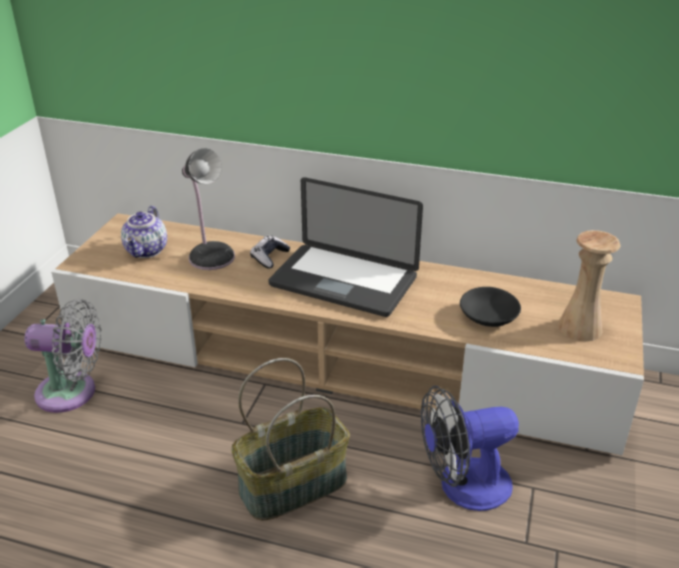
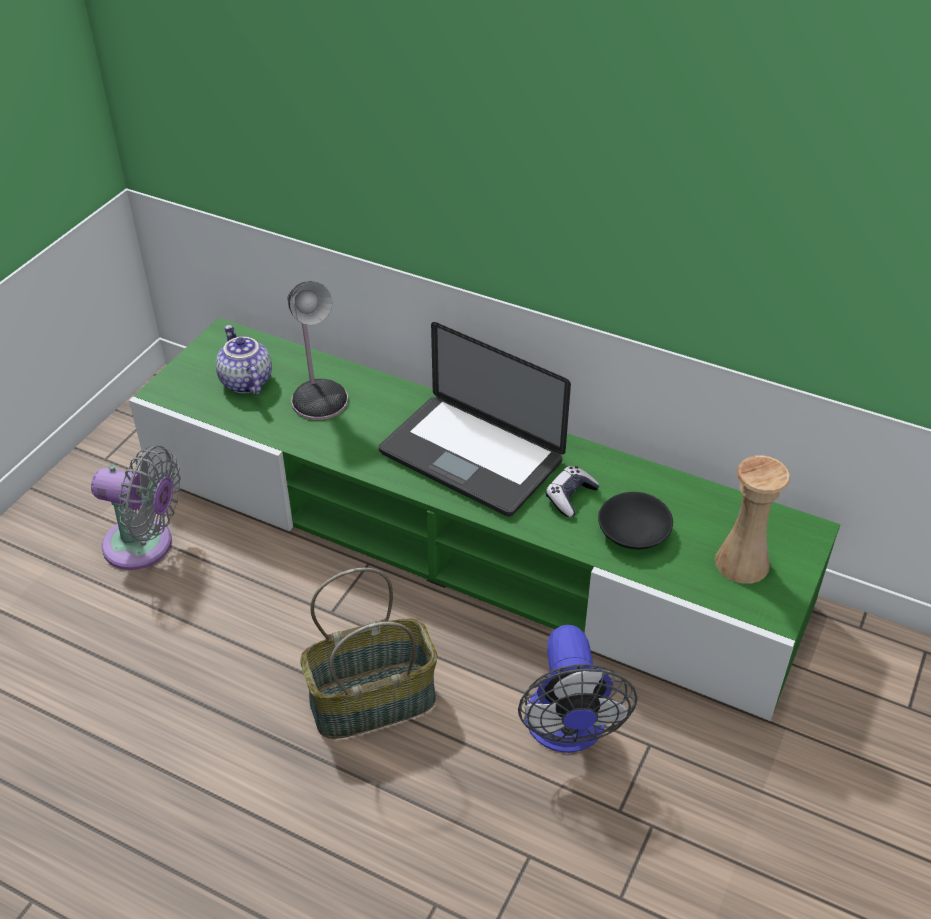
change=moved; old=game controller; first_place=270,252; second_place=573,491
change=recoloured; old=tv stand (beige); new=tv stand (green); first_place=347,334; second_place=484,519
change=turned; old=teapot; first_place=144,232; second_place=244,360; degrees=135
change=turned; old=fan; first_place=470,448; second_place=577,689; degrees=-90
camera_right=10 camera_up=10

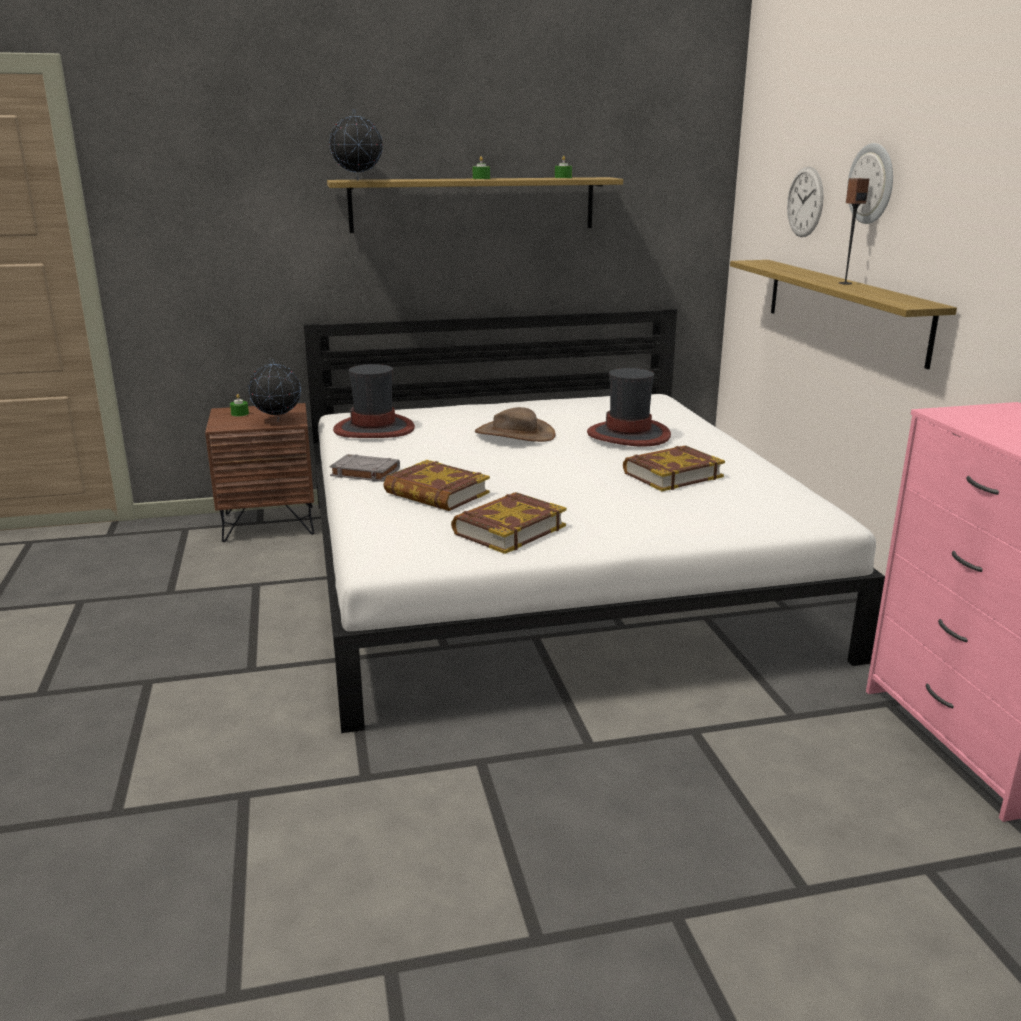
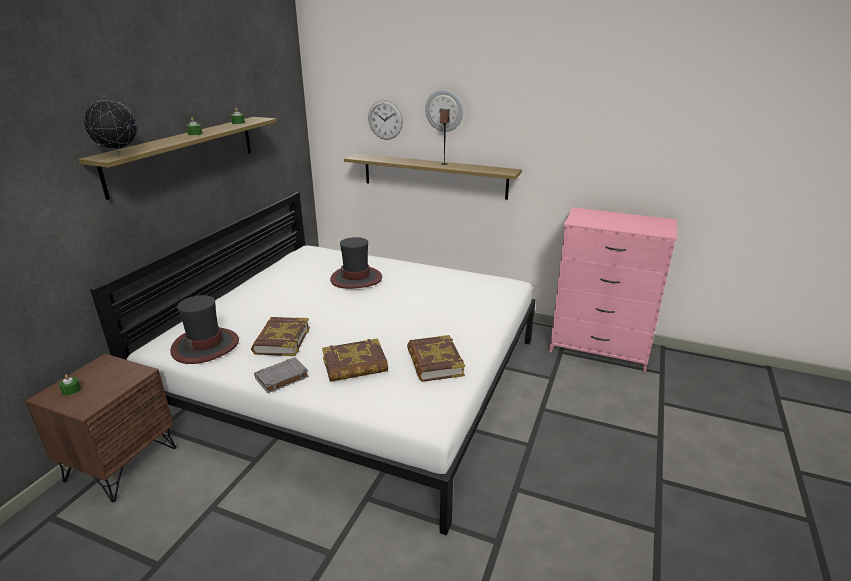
change=removed; old=globe; first_place=275,389
change=removed; old=hat (brown); first_place=515,424
change=moved; old=book; first_place=674,468; second_place=280,336
camera_right=-55 camera_up=5

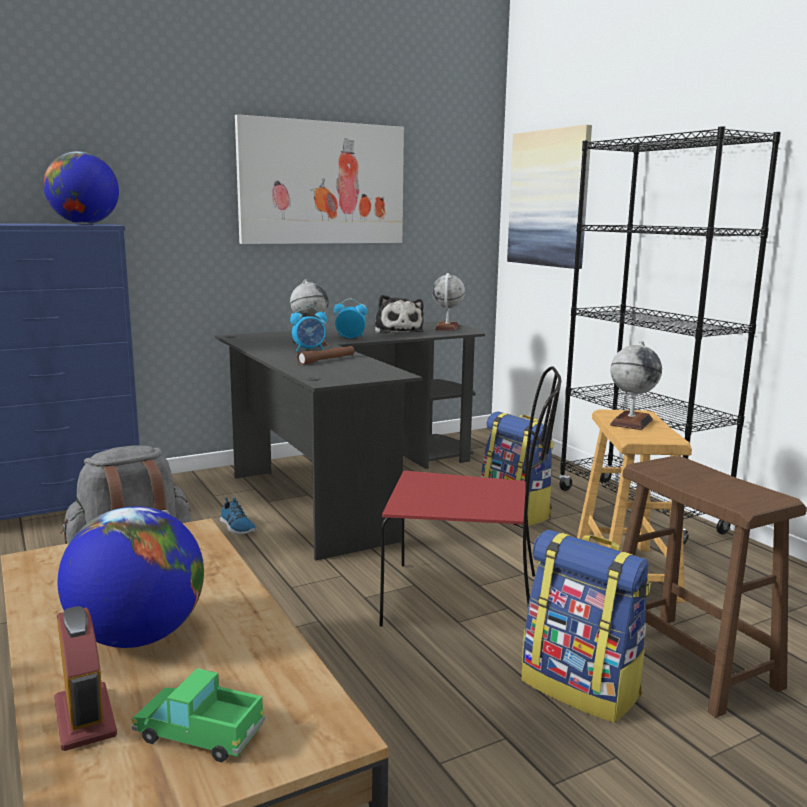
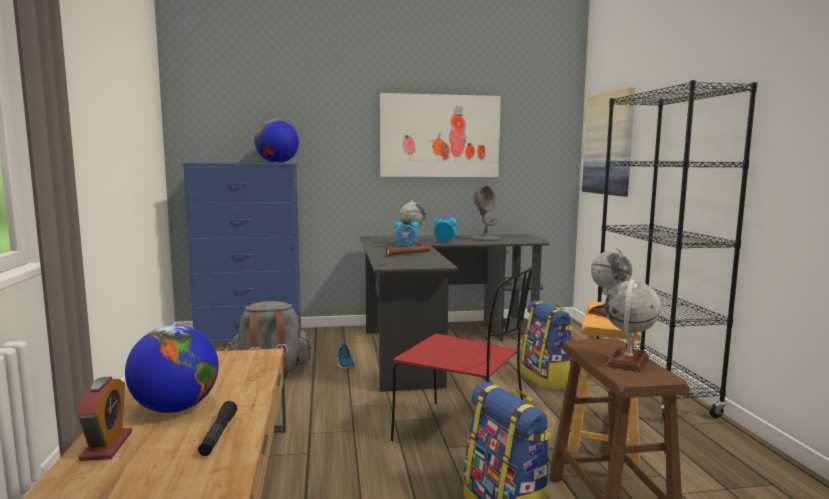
change=removed; old=toy truck; first_place=198,715
change=added; new=flashlight (black); second_place=217,428
change=moved; old=globe; first_place=448,302; second_place=633,326
change=replaced; old=plush toy; new=table lamp (grey); first_place=399,314; second_place=485,213
camera_right=20 camera_up=-5

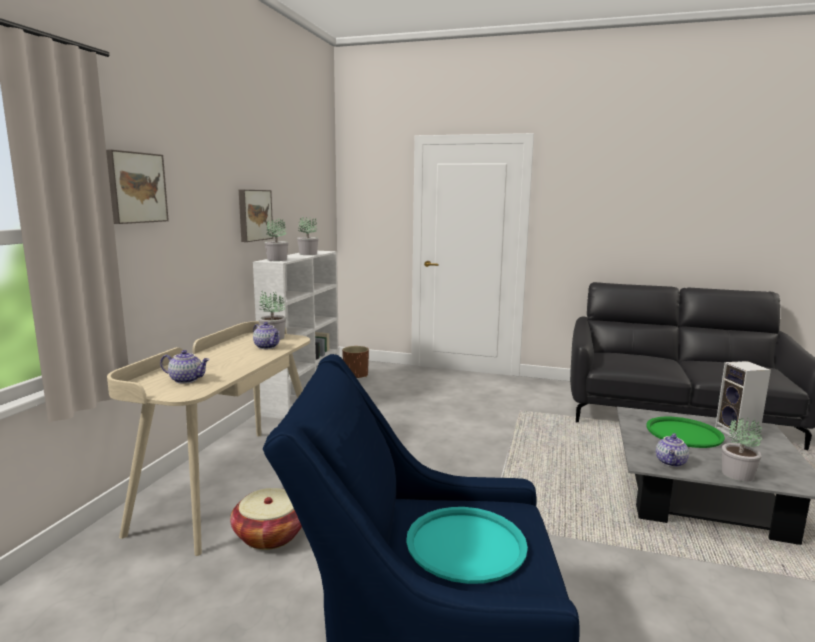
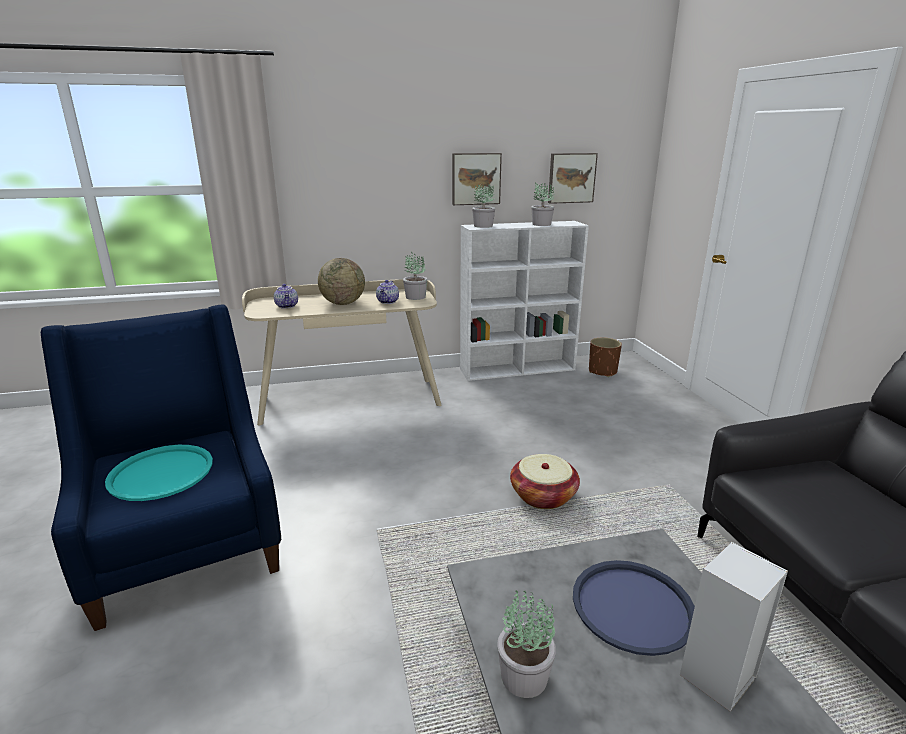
change=removed; old=teapot; first_place=672,450
change=added; new=globe; second_place=341,281
change=moved; old=picture; first_place=137,187; second_place=573,178
change=moved; old=basket; first_place=266,519; second_place=545,481
change=recoloured; old=tray (green); new=tray (blue); first_place=686,432; second_place=634,608
camera_right=60 camera_up=10

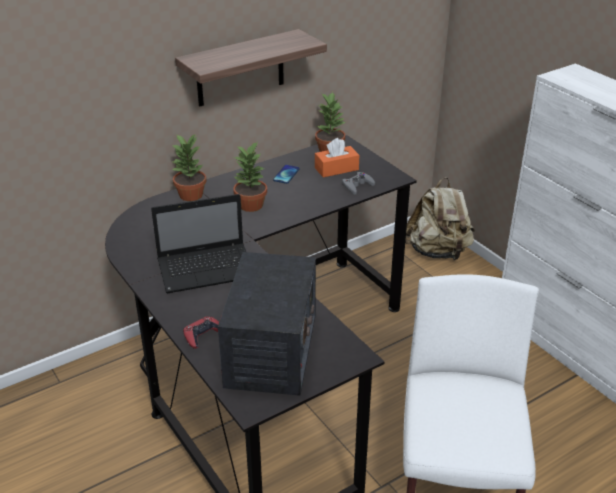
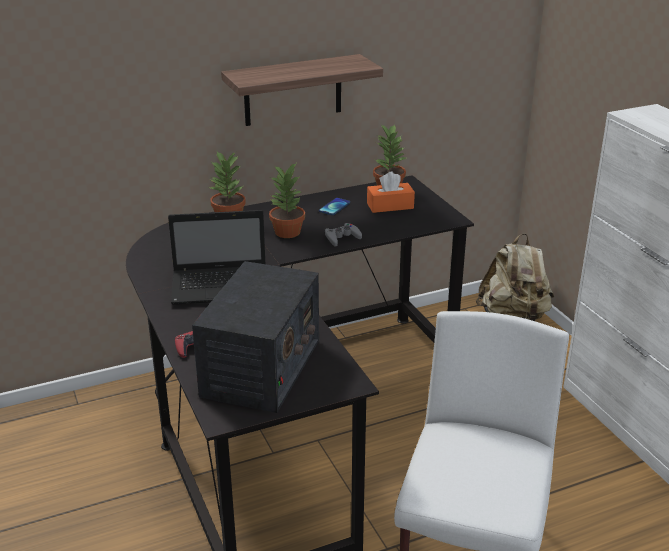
change=moved; old=game controller (grey); first_place=358,183; second_place=343,234
camera_right=10 camera_up=-5

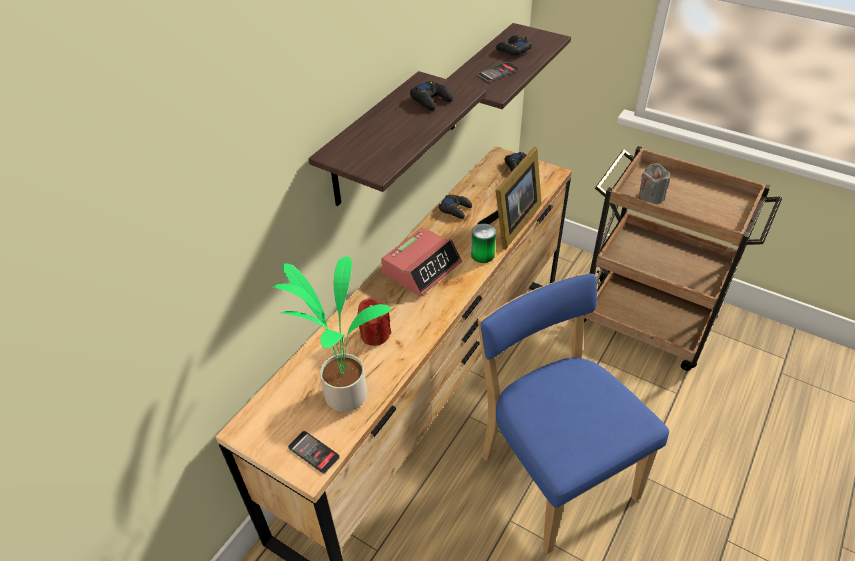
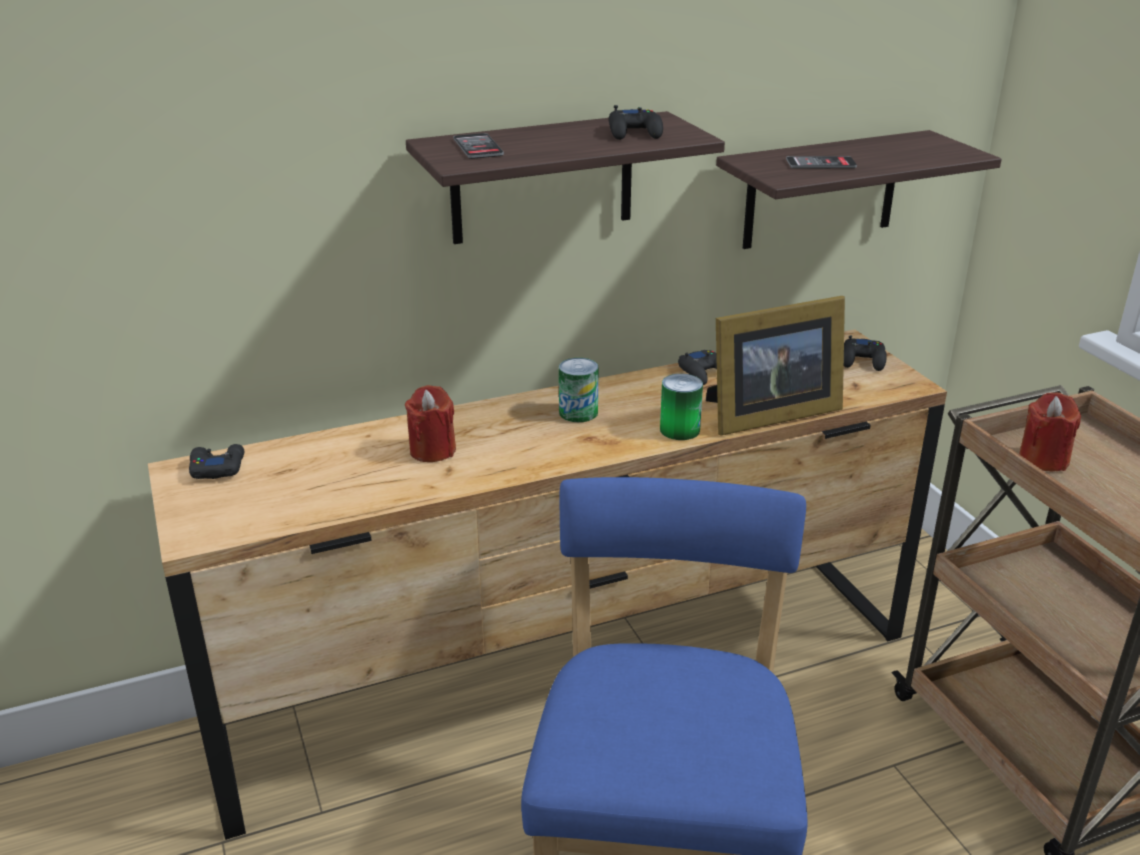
change=removed; old=potted plant; first_place=331,334
change=moved; old=phone; first_place=314,452; second_place=478,146
change=moved; old=game controller (black); first_place=514,45; second_place=216,461
change=replaced; old=alarm clock; new=can; first_place=421,261; second_place=579,390
change=recoloured; old=candle (grey); new=candle (red); first_place=654,184; second_place=1050,431
camera_right=35 camera_up=-15

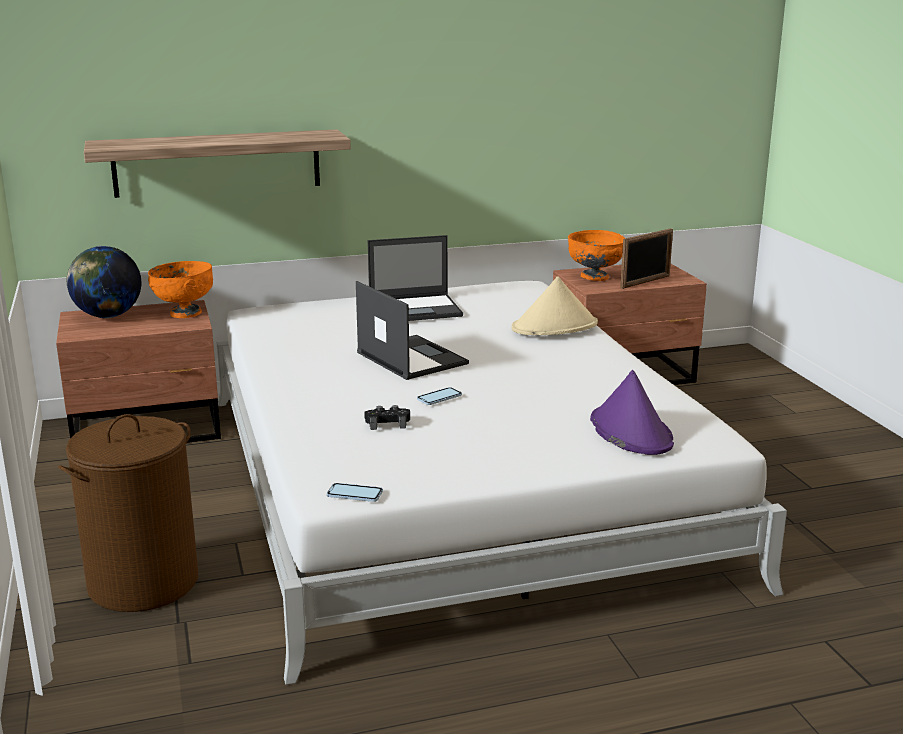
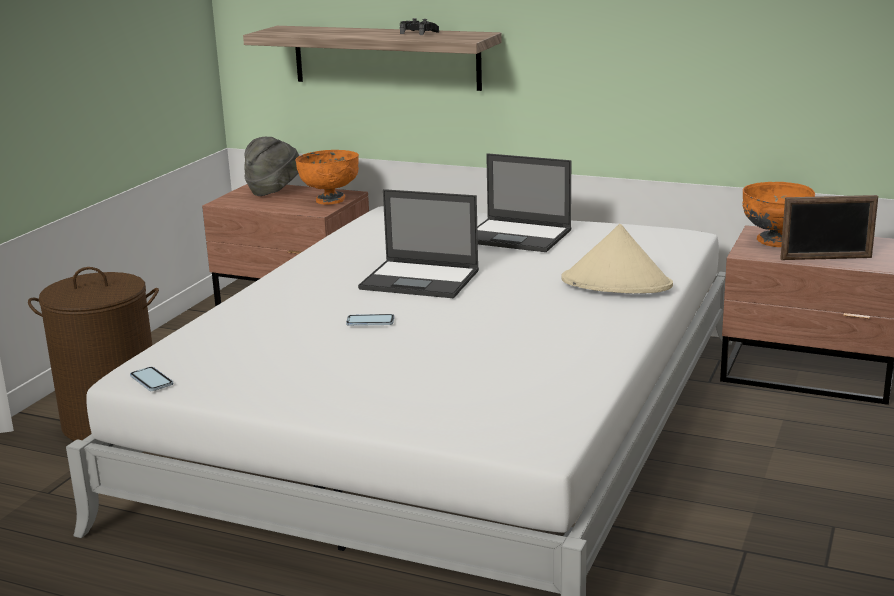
change=removed; old=hat (purple); first_place=632,412
change=moved; old=game controller (black); first_place=387,417; second_place=419,26
change=replaced; old=globe; new=hat (grey); first_place=103,282; second_place=271,166
change=turned; old=laptop; first_place=412,330; second_place=418,243; degrees=105
camera_right=40 camera_up=0

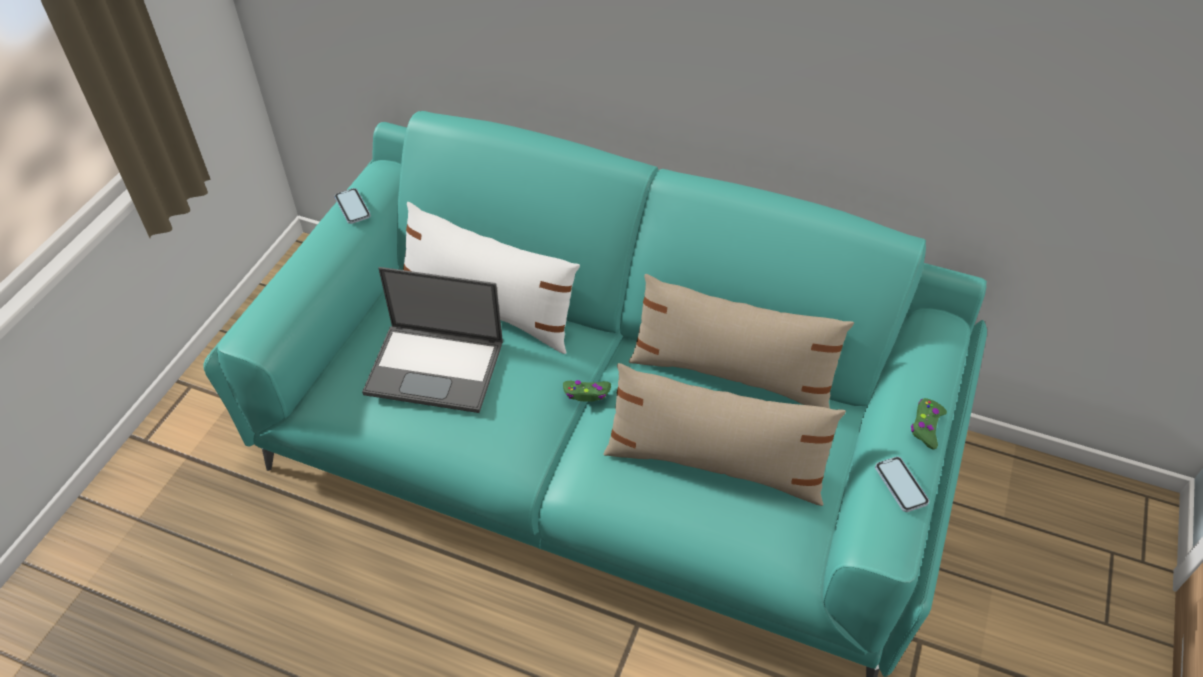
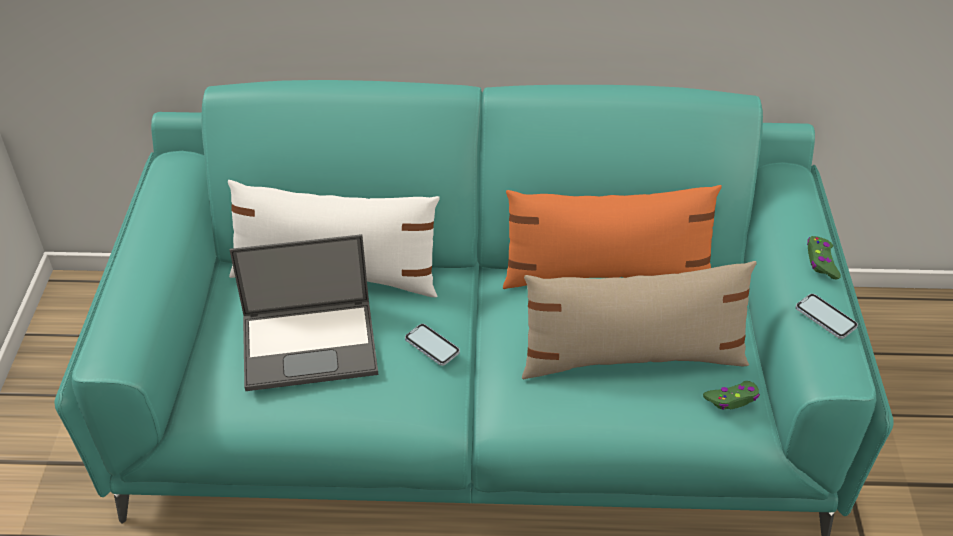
change=moved; old=phone; first_place=353,206; second_place=432,345
change=moved; old=game controller (green); first_place=587,391; second_place=731,395
change=recoloured; old=pillow (beige); new=pillow (orange); first_place=741,341; second_place=612,237
camera_right=-20 camera_up=-5

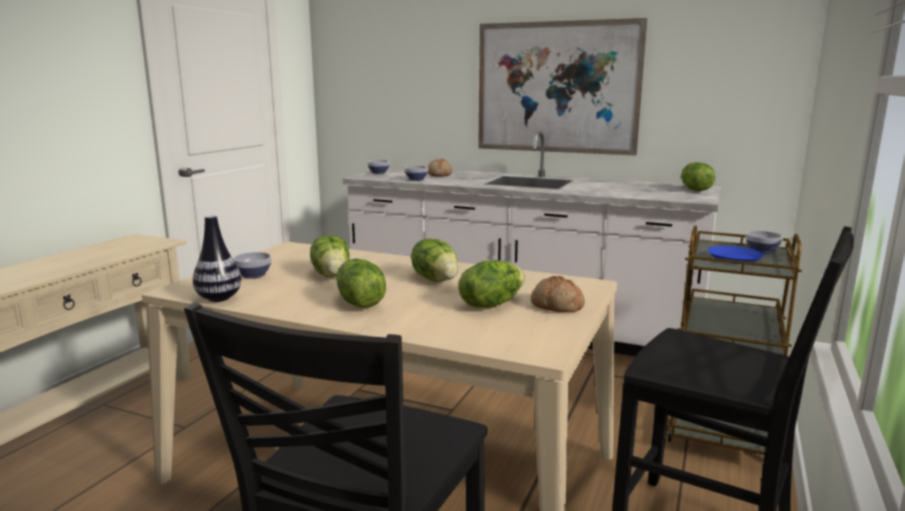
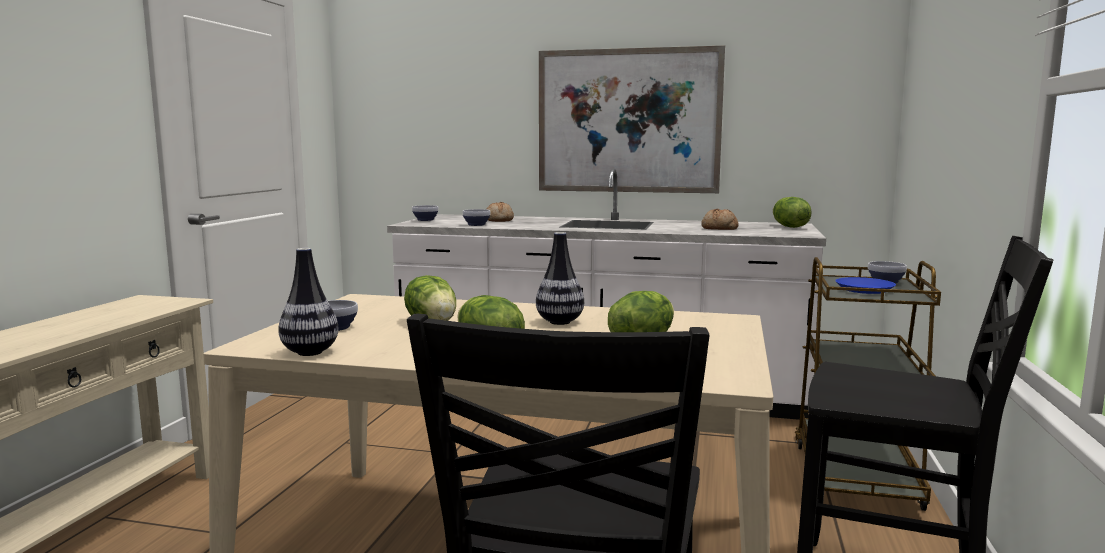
change=moved; old=bread; first_place=558,294; second_place=720,219
change=replaced; old=lettuce; new=vase; first_place=434,260; second_place=560,278
camera_right=-10 camera_up=-5

